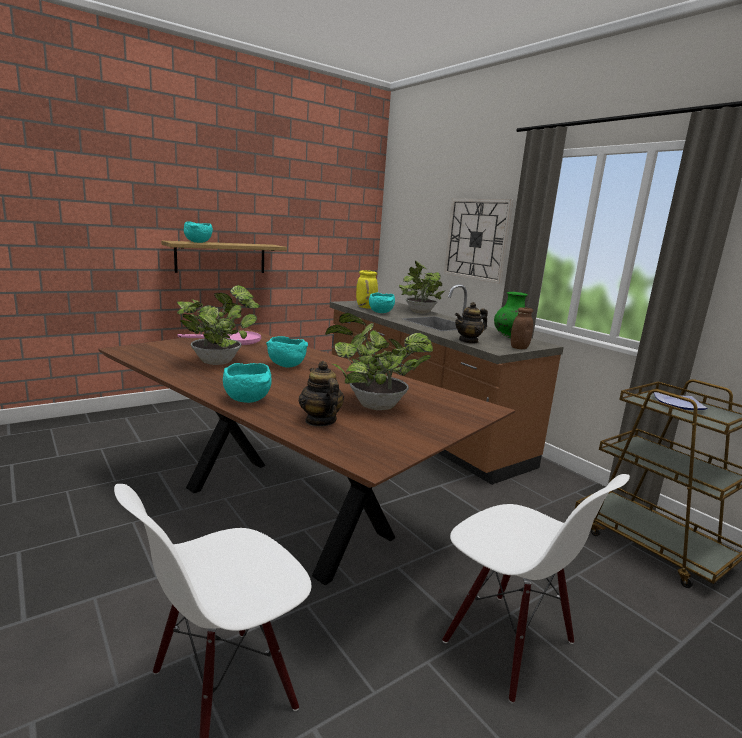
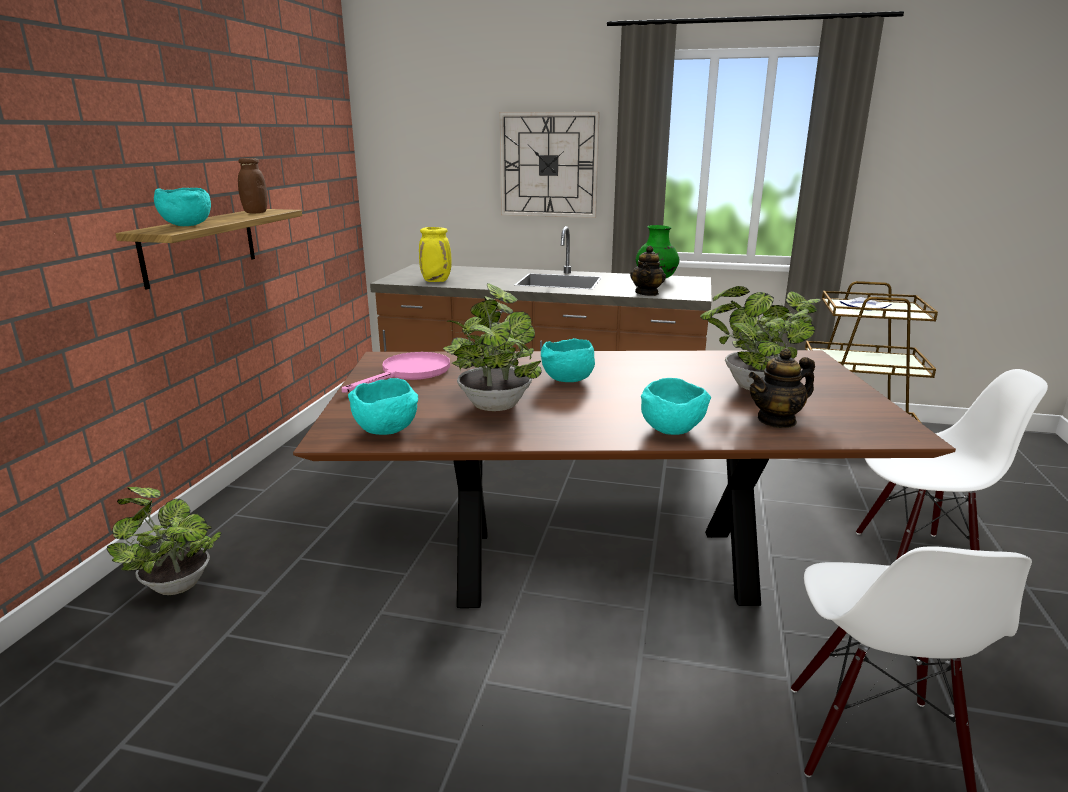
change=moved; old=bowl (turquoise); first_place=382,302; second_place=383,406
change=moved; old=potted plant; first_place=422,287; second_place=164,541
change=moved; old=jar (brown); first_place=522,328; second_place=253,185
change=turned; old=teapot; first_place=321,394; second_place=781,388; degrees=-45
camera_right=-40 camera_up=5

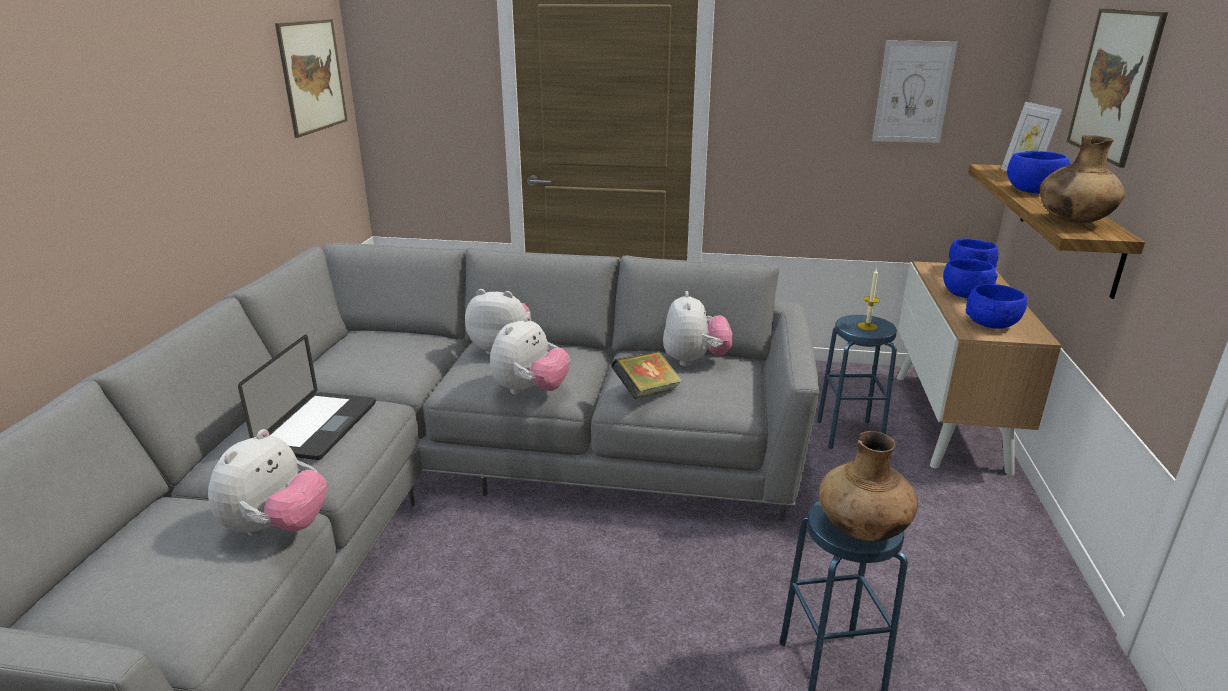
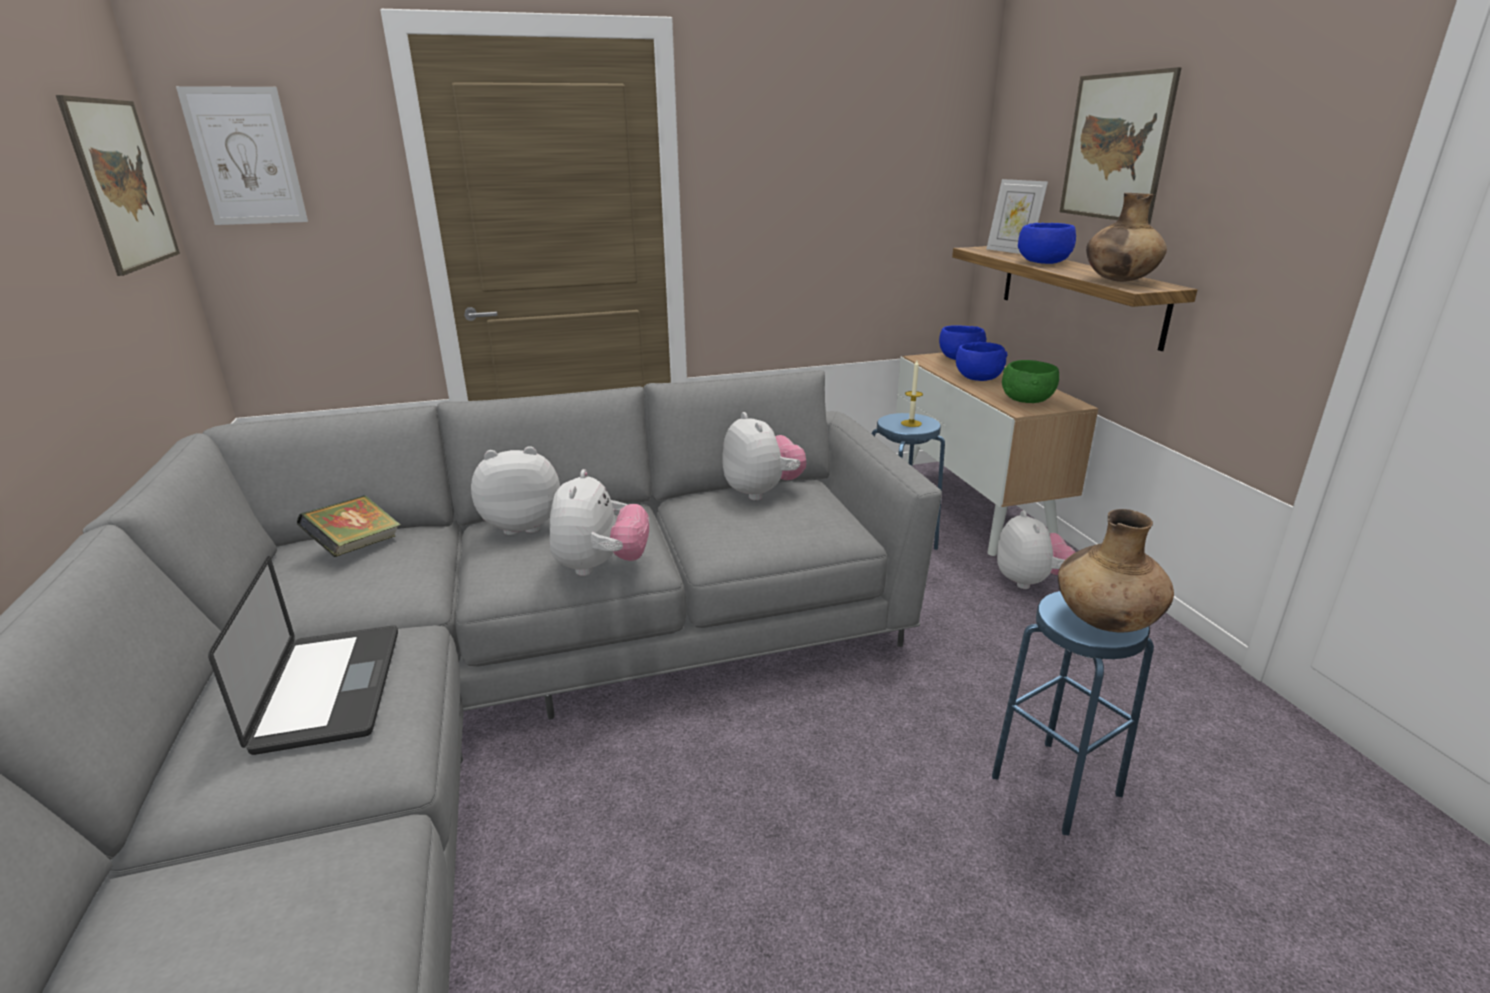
change=moved; old=plush toy; first_place=267,483; second_place=1036,549
change=moved; old=book; first_place=646,375; second_place=348,526
change=moved; old=picture; first_place=915,92; second_place=242,155
change=recoloured; old=bowl (blue); new=bowl (green); first_place=996,306; second_place=1030,381
camera_right=-25 camera_up=0

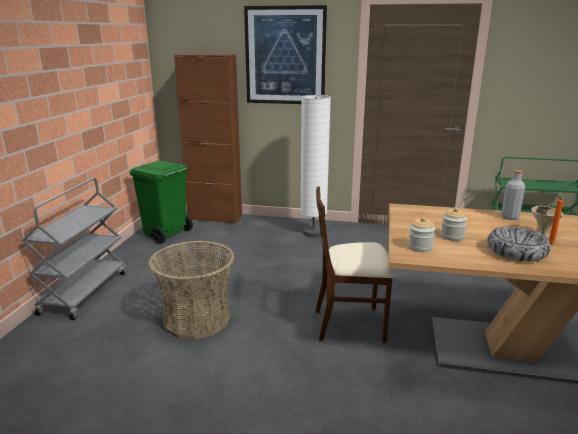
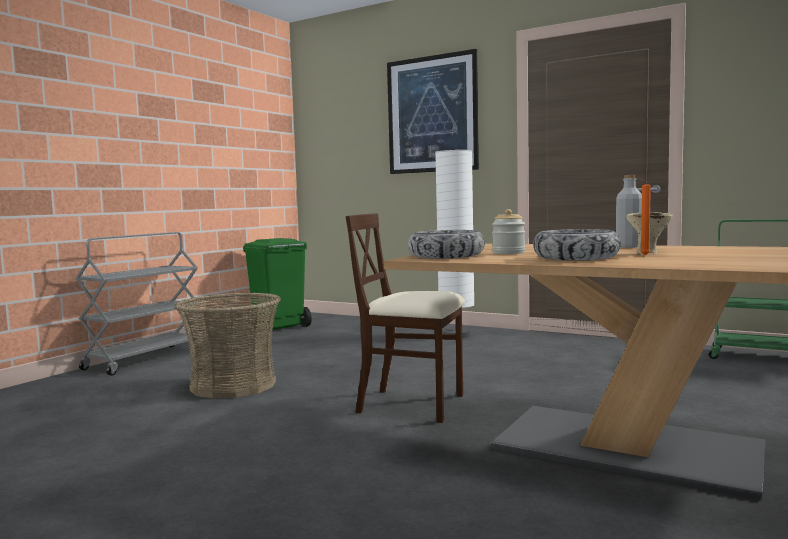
change=removed; old=cabinet (brown); first_place=208,139
change=replaced; old=jar; new=bowl; first_place=421,234; second_place=446,244
camera_right=20 camera_up=-15

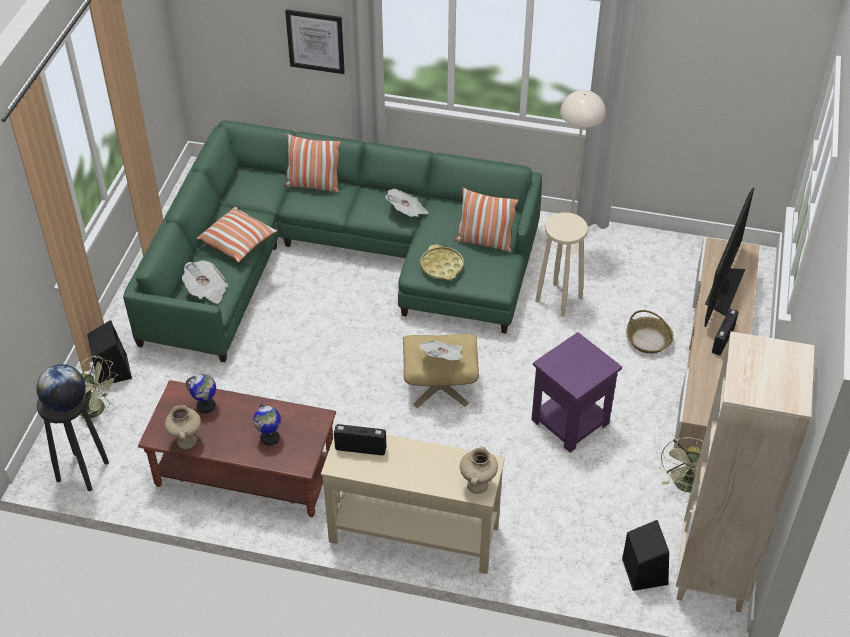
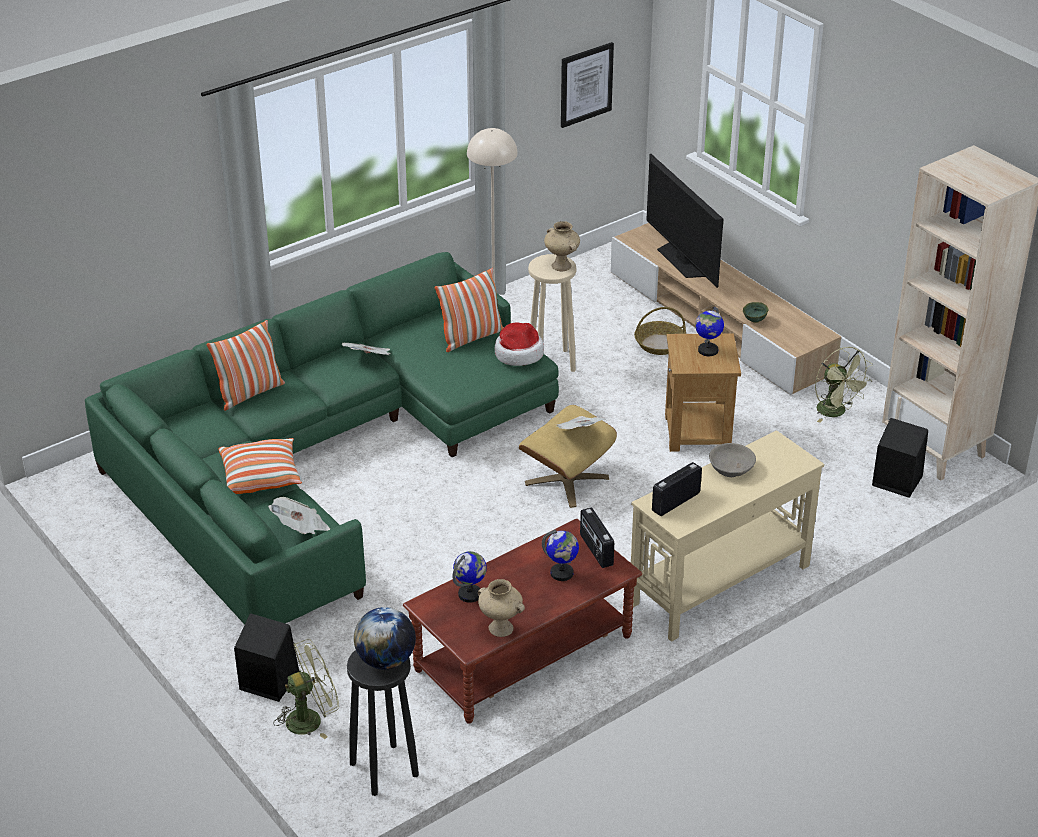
change=removed; old=tray (yellow); first_place=442,262
change=added; new=hat; second_place=519,344
change=added; new=globe; second_place=709,331
change=added; new=bowl (grey); second_place=732,460
change=added; new=bowl (green); second_place=755,312
change=moved; old=picture; first_place=315,41; second_place=587,85
change=moved; old=vase (beige); first_place=479,470; second_place=562,246
change=moved; old=radio; first_place=725,332; second_place=597,537
change=recoloured; old=side table (purple); new=side table (brown); first_place=576,392; second_place=703,392
camera_right=-50 camera_up=-10

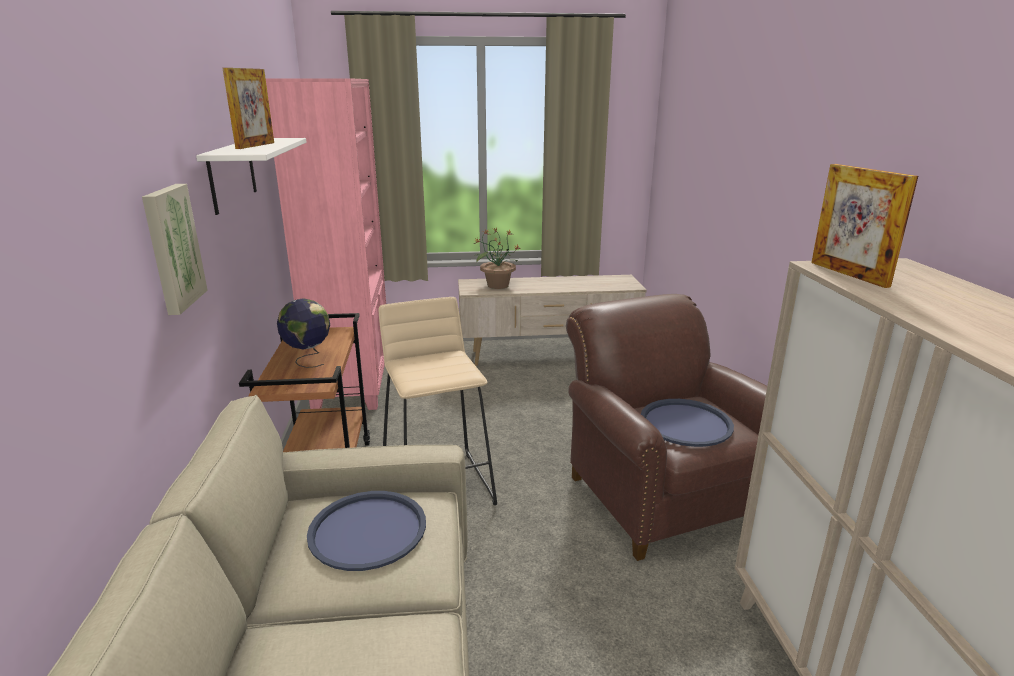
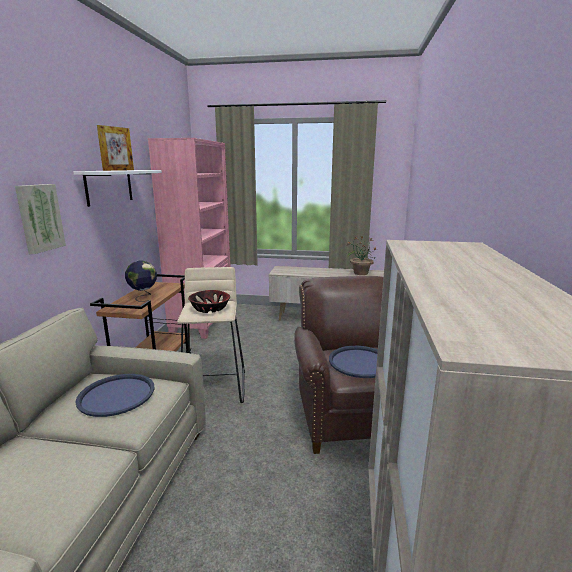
change=removed; old=picture frame; first_place=864,226
change=added; new=bowl; second_place=209,301
change=moved; old=potted plant; first_place=497,258; second_place=362,255
camera_right=15 camera_up=-5

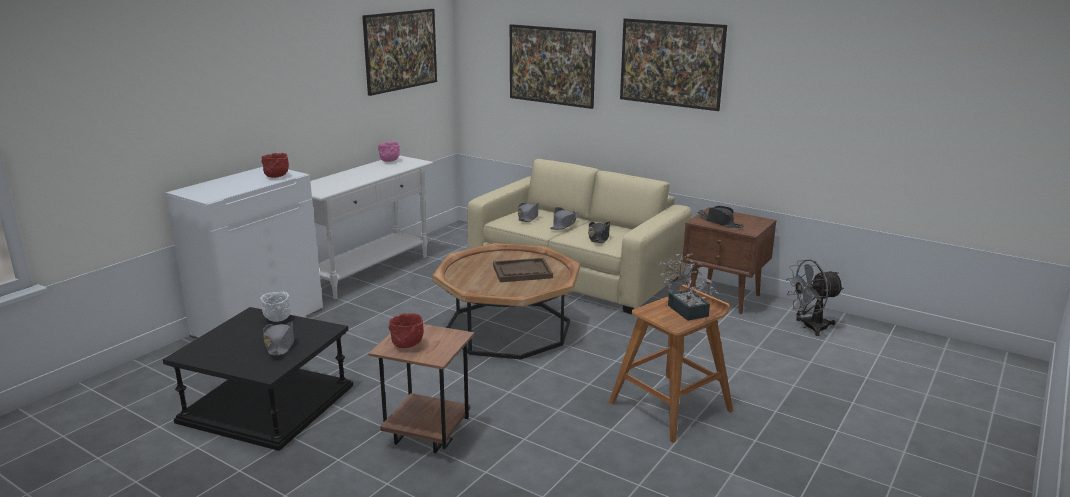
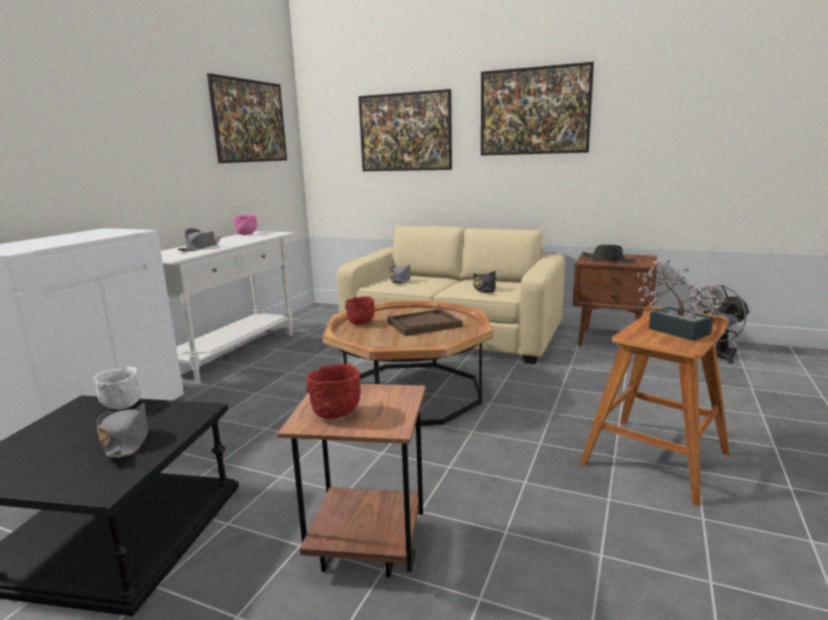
change=moved; old=bowl (red); first_place=275,165; second_place=360,310
change=moved; old=hat (grey); first_place=563,218; second_place=199,239
camera_right=-10 camera_up=-5

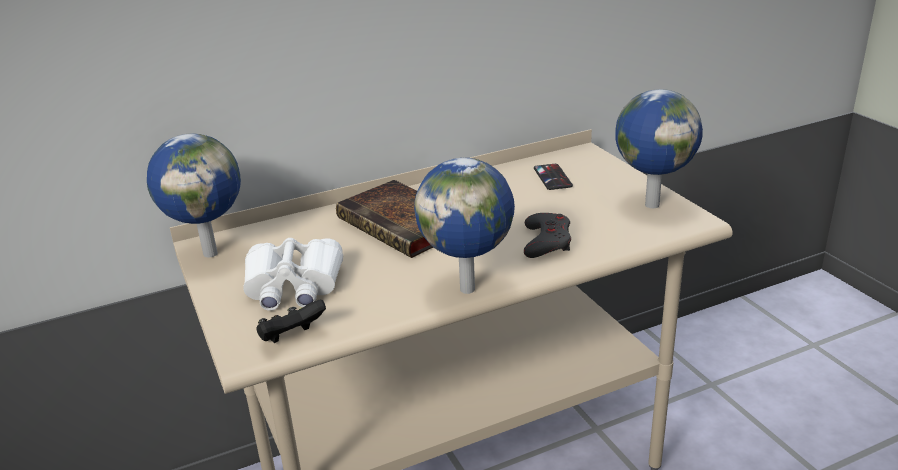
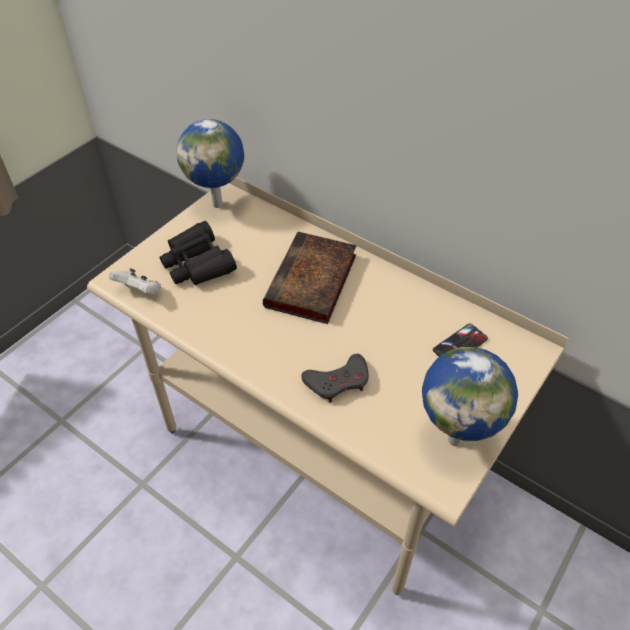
change=removed; old=globe; first_place=464,226
change=recoloured; old=binoculars (white); new=binoculars (black); first_place=293,274; second_place=198,253
change=recoloured; old=game controller (black); new=game controller (white); first_place=291,321; second_place=135,281
camera_right=60 camera_up=20

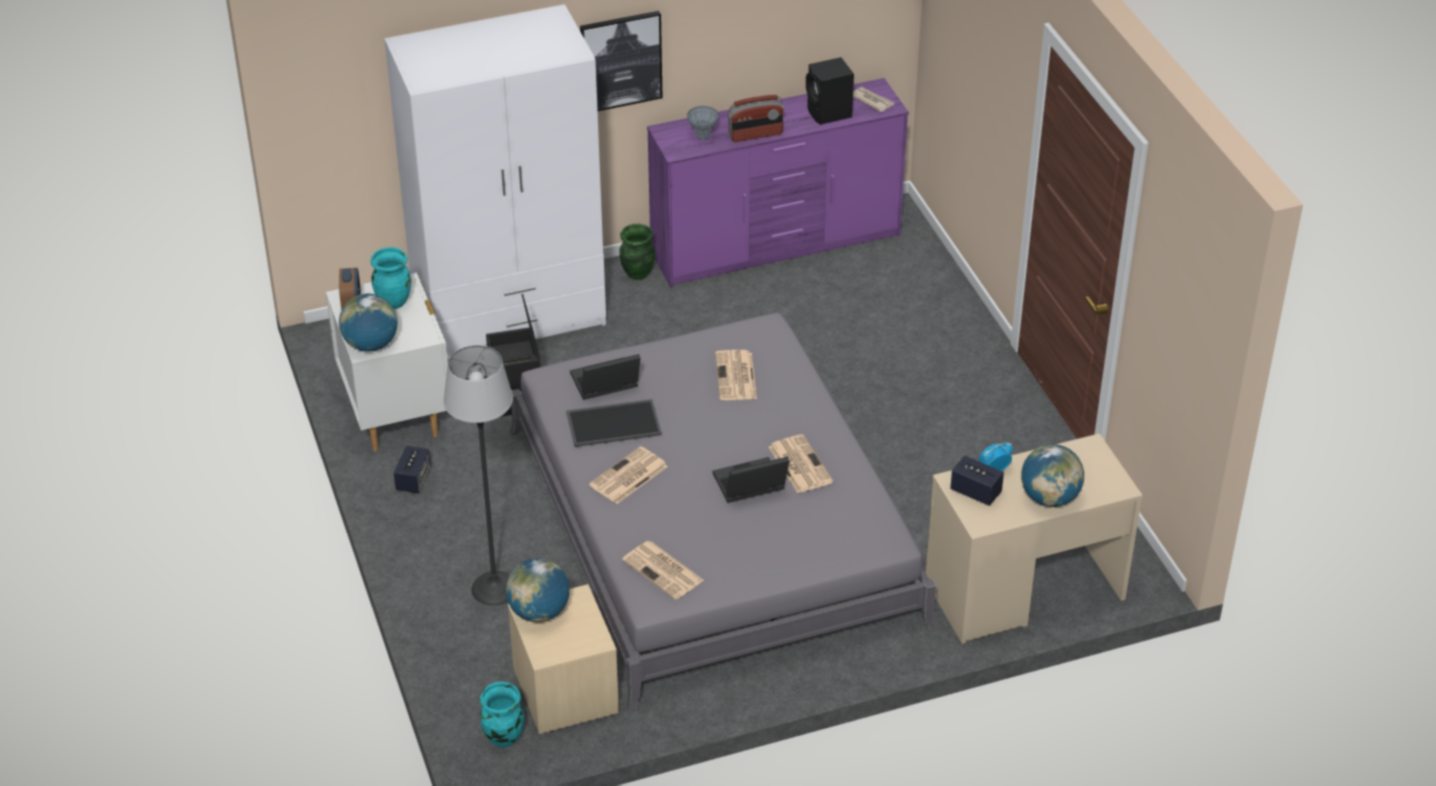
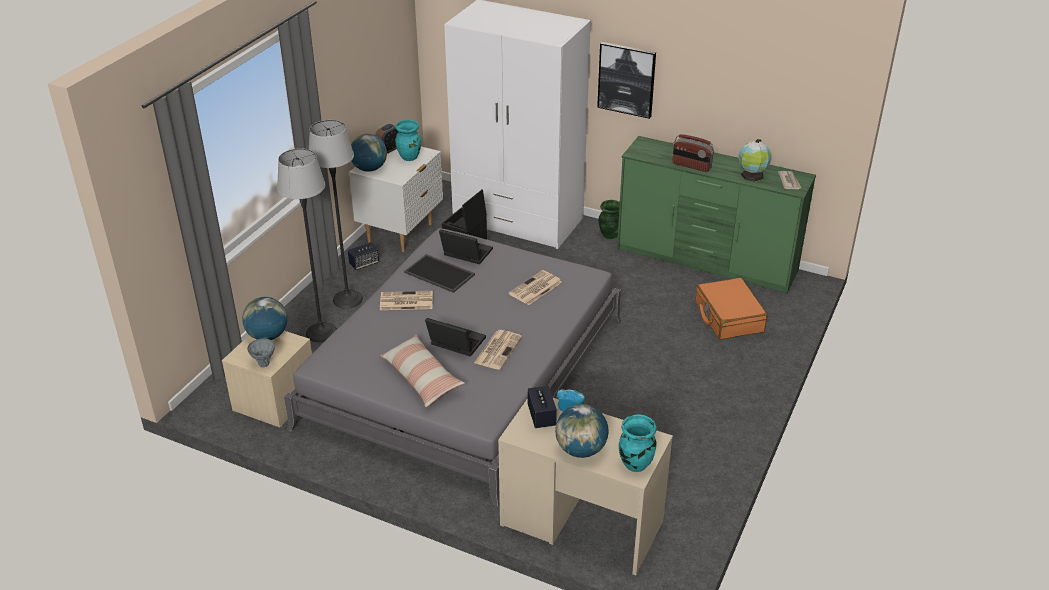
change=removed; old=newspaper; first_place=663,570
change=added; new=floor lamp; second_place=336,214
change=added; new=pillow; second_place=422,370
change=added; new=suitcase (orange); second_place=732,308
change=moved; old=vase (turquoise); first_place=502,715; second_place=638,443
change=moved; old=vase (grey); first_place=703,123; second_place=261,352
change=replaced; old=speaker (black); new=globe; first_place=830,91; second_place=755,160
change=recoloured; old=dresser (purple); new=dresser (green); first_place=778,182; second_place=716,215
camera_right=45 camera_up=-5

